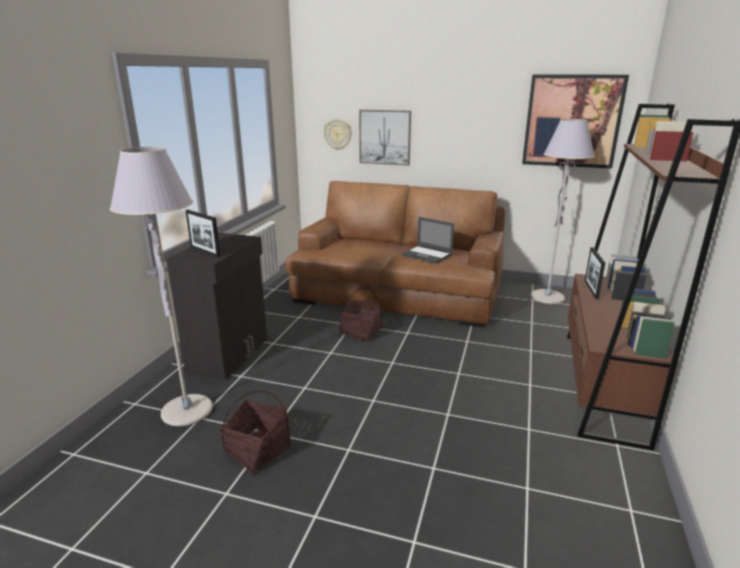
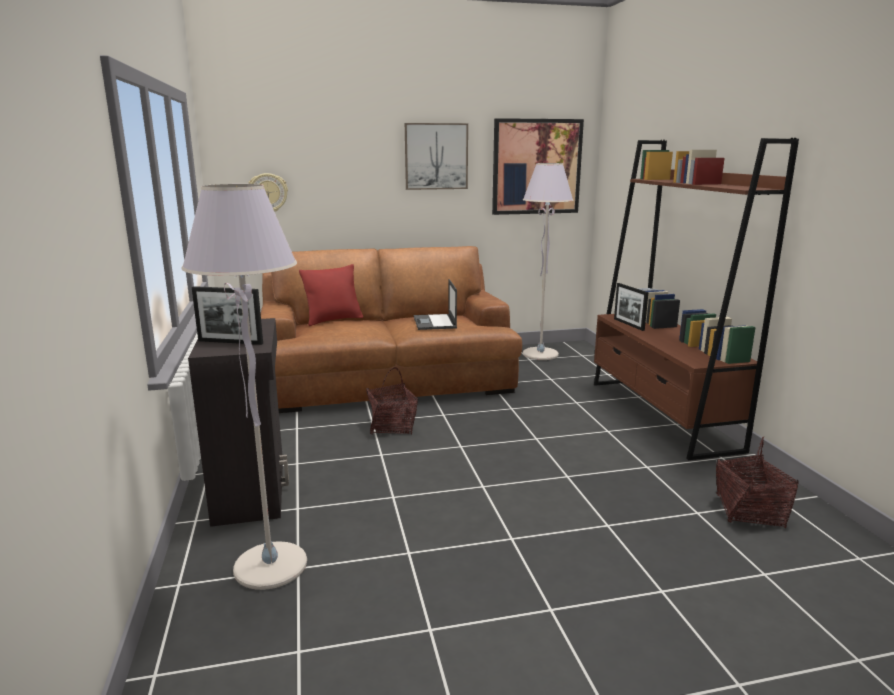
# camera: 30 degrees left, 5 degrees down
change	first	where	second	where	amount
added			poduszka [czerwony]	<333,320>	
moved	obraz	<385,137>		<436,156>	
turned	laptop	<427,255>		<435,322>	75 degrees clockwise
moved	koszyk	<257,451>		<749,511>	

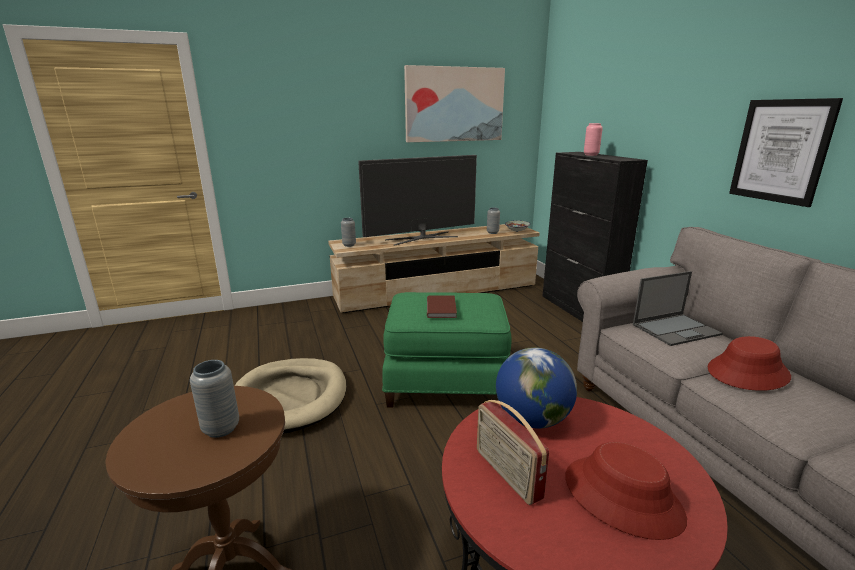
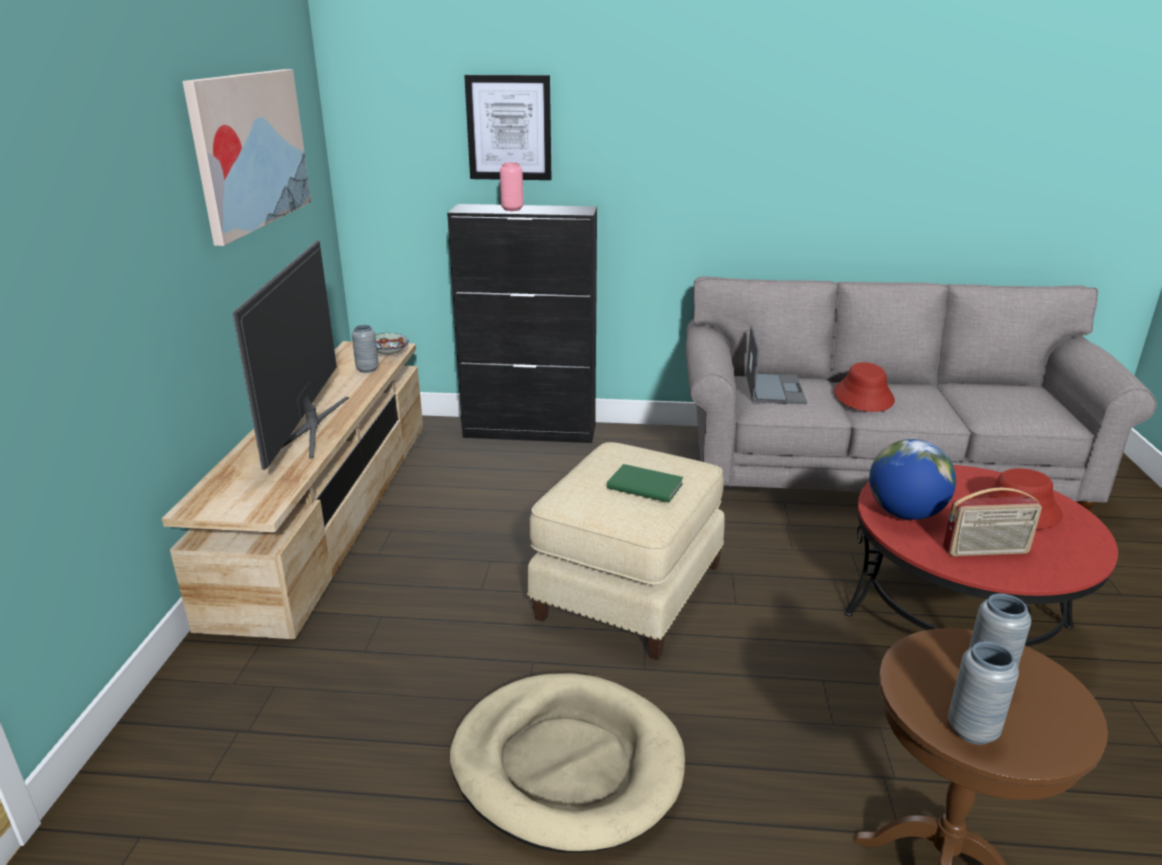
# camera: 65 degrees left, 5 degrees up
change	first	where	second	where	amount
moved	obraz	<780,151>		<509,128>	
recoloured	pufa [zielony]	<446,381>	pufa [beżowy]	<627,590>	
recoloured	książka [brązowy]	<442,308>	książka [zielony]	<644,485>	
moved	wazon [szary]	<349,245>		<972,730>	

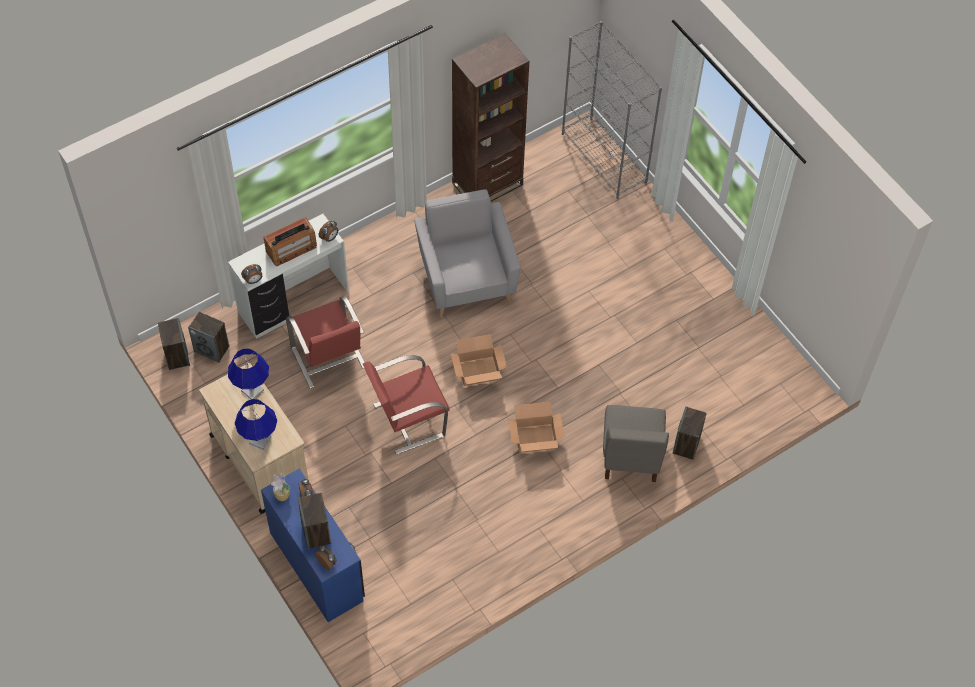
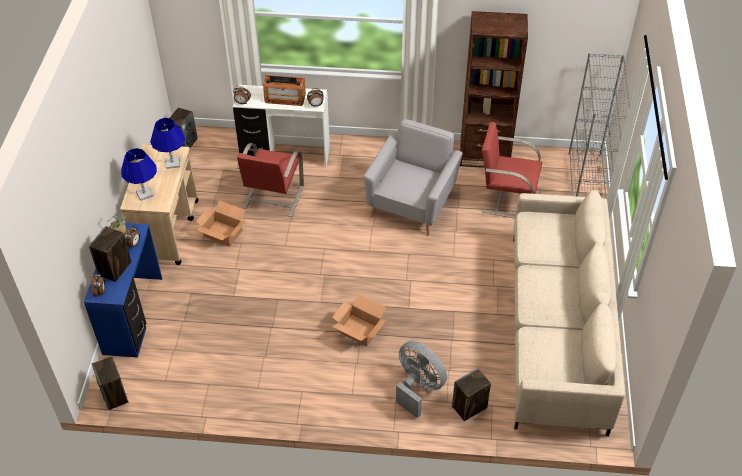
# camera: 40 degrees right, 10 degrees down
change	first	where	second	where	amount
moved	głośnik	<212,349>		<115,395>	
moved	karton	<477,370>		<222,233>	
replaced	krzesło [szary]	<631,455>	wentylator [szary]	<418,387>	
moved	krzesło [czerwony]	<407,420>		<506,198>	
added			kanapa [beżowy]	<556,330>	

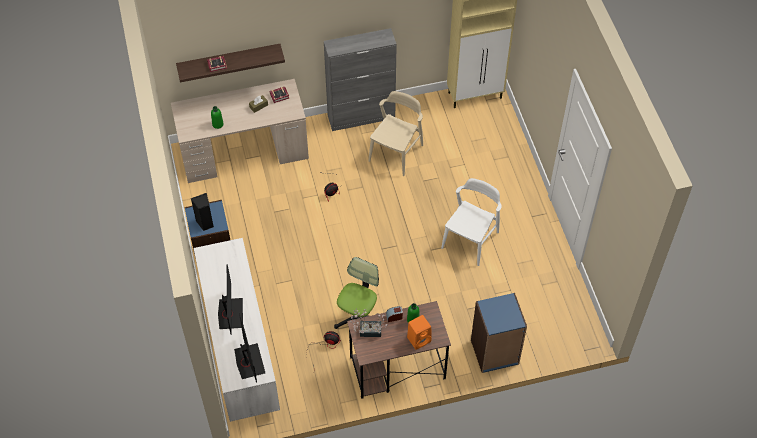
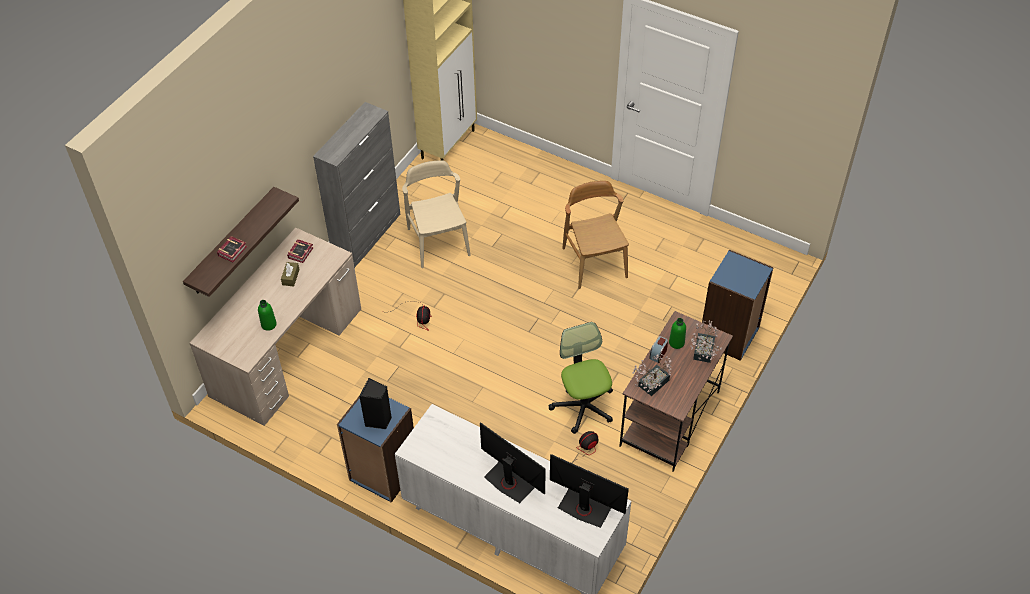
# camera: 45 degrees left, 5 degrees down
change	first	where	second	where	amount
recoloured	krzesło [biały]	<470,240>	krzesło [brązowy]	<594,262>	
replaced	głośnik [pomarańczowy]	<419,339>	roślina doniczkowa	<702,353>	

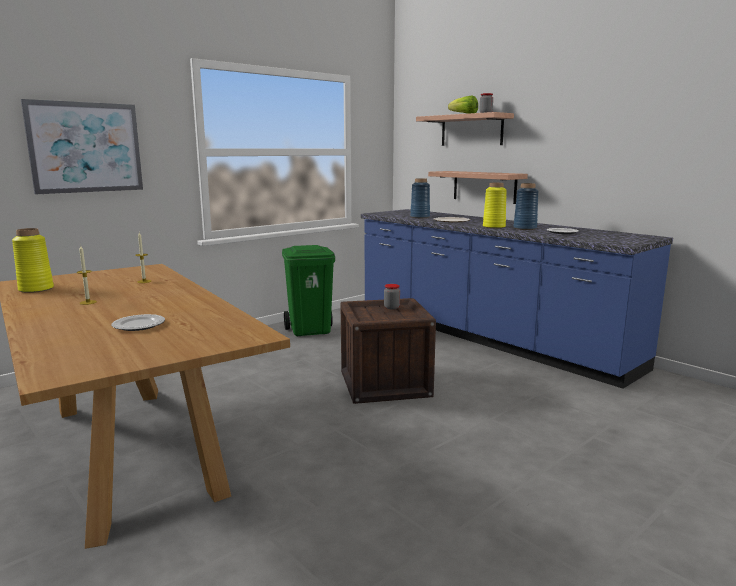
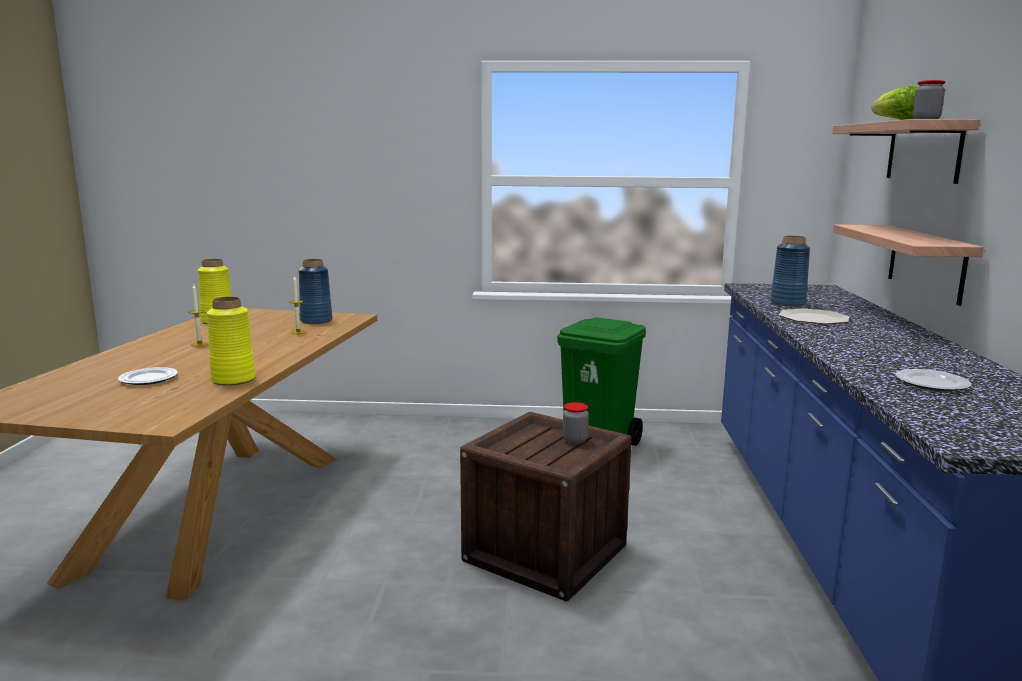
# camera: 45 degrees right, 0 degrees up
change	first	where	second	where	amount
moved	wazon [żółty]	<494,227>		<233,379>	
moved	wazon [niebieski]	<525,228>		<316,321>	
removed	obraz	<85,147>			

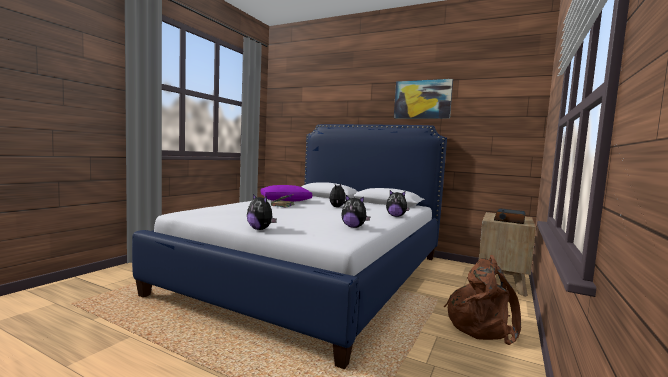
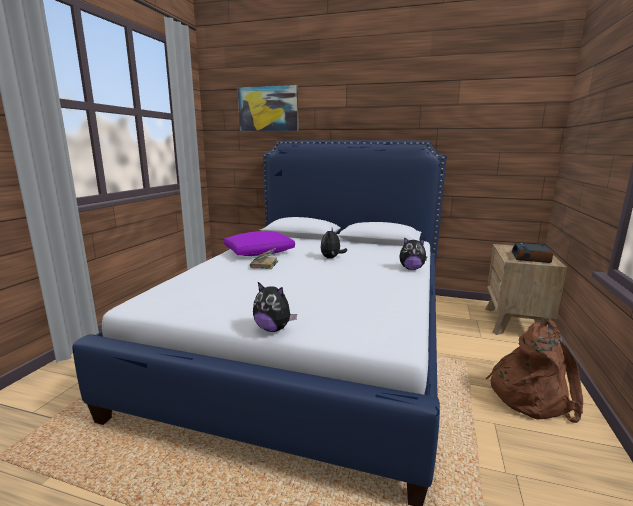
# camera: 10 degrees left, 10 degrees up
change	first	where	second	where	amount
moved	obraz	<422,99>		<268,109>	
removed	pluszak	<353,227>			

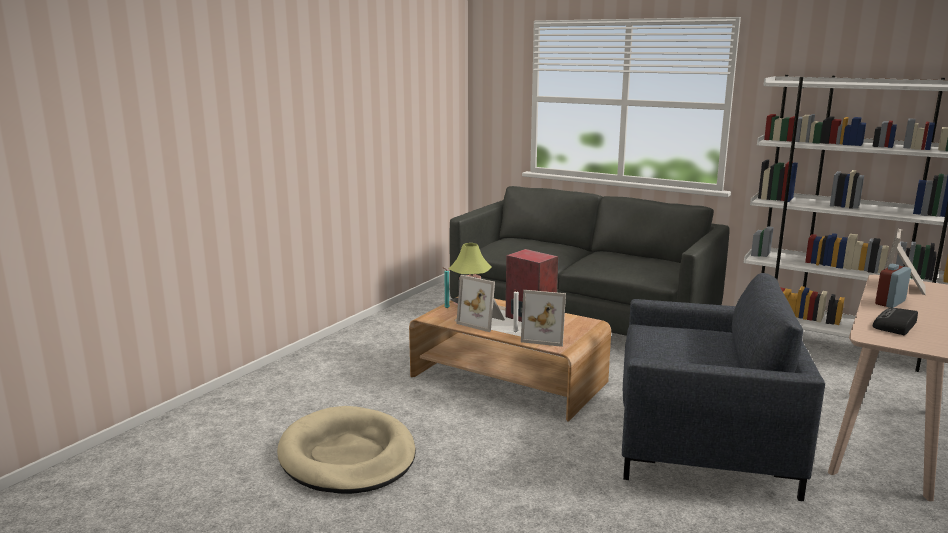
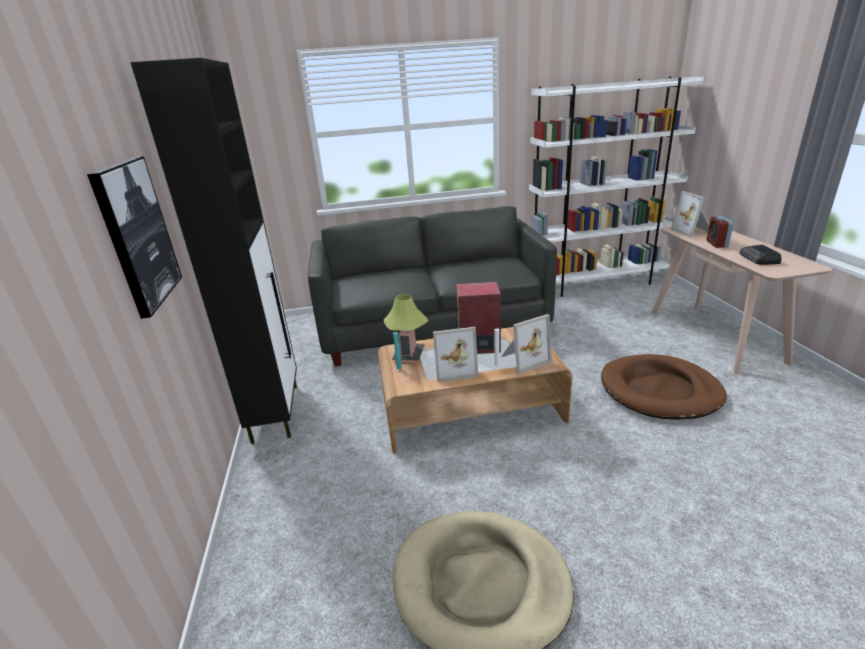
# camera: 40 degrees left, 10 degrees up
change	first	where	second	where	amount
added			obraz	<137,234>	
added			szafka [czarny]	<276,412>	
replaced	fotel [szary]	<704,444>	legowisko [brązowy]	<660,391>	

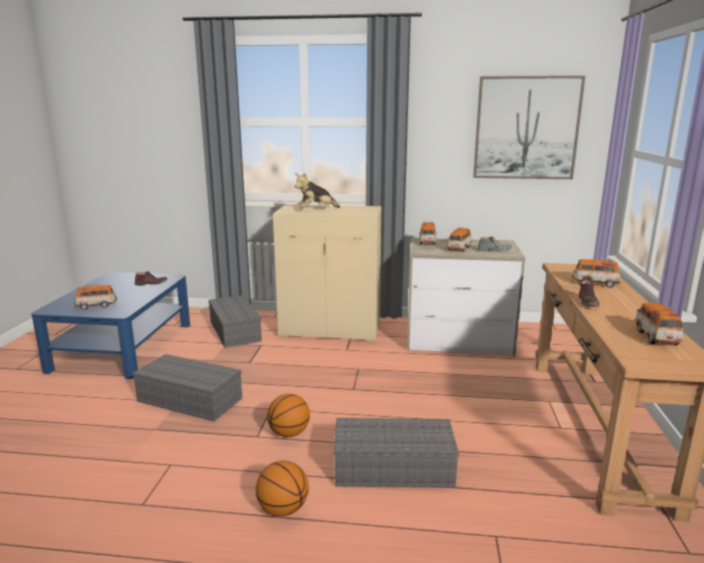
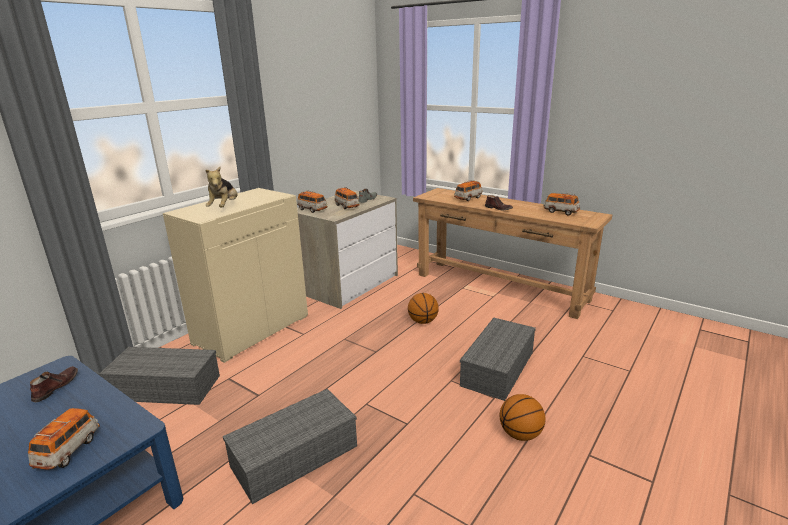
# camera: 60 degrees left, 5 degrees up
change	first	where	second	where	amount
moved	piłka do koszykówki	<289,433>		<423,321>	
removed	obraz	<526,128>			

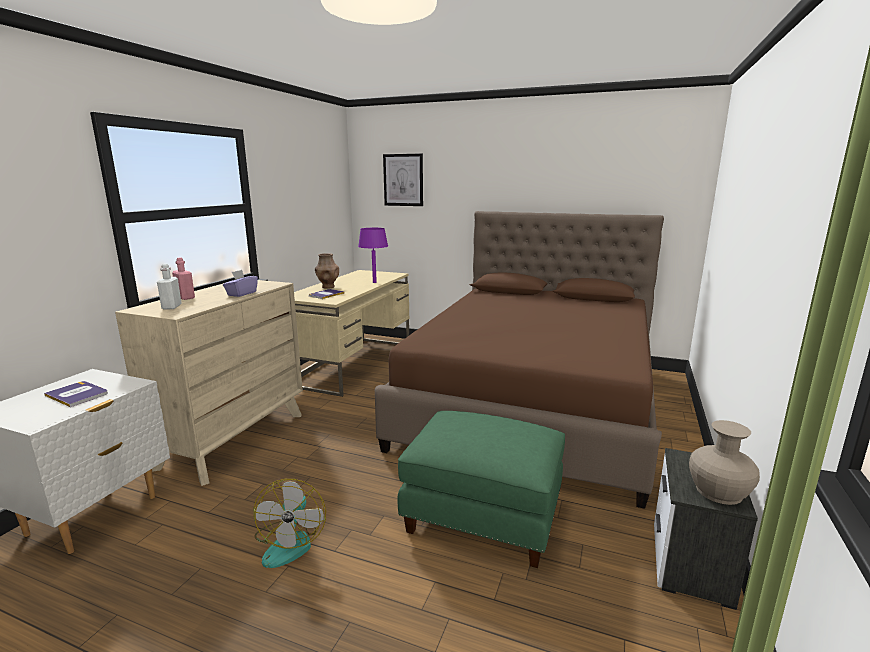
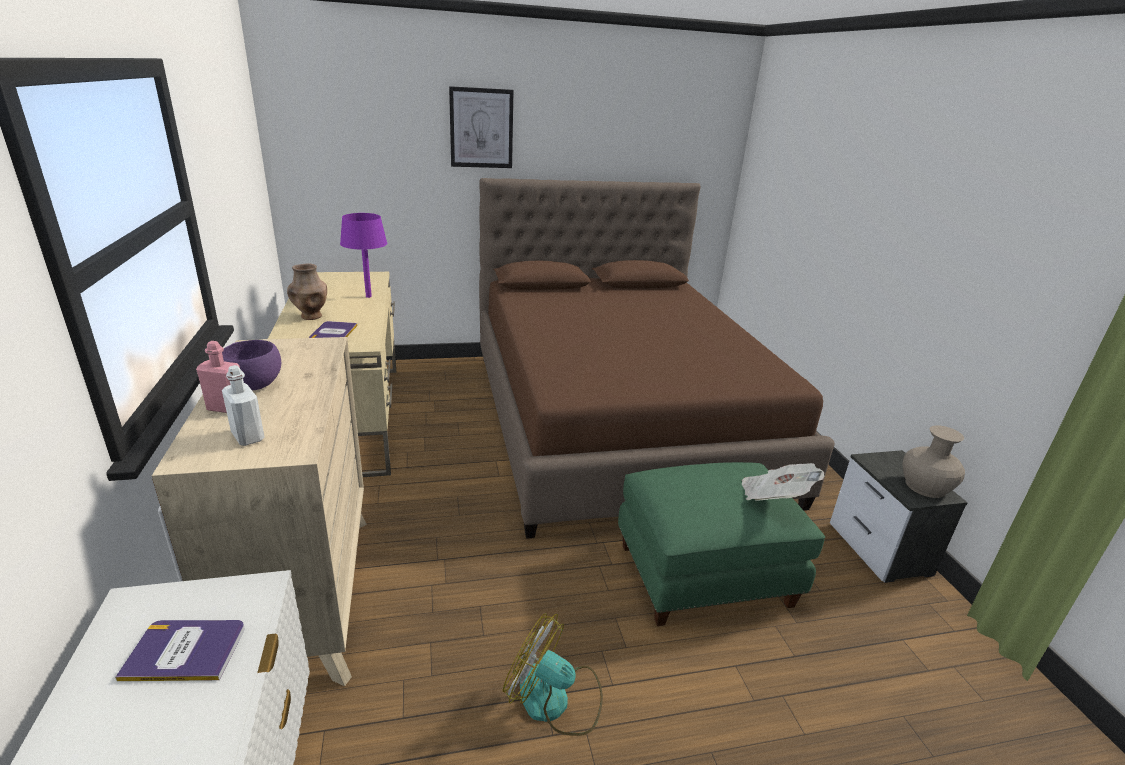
# camera: 35 degrees left, 10 degrees up
change	first	where	second	where	amount
added			miska [fioletowy]	<254,385>	
moved	obraz	<403,180>		<481,128>	
turned	wentylator	<290,542>		<555,700>	150 degrees clockwise
added			gazeta	<774,497>	
removed	pudełko chusteczek [fioletowy]	<241,294>			

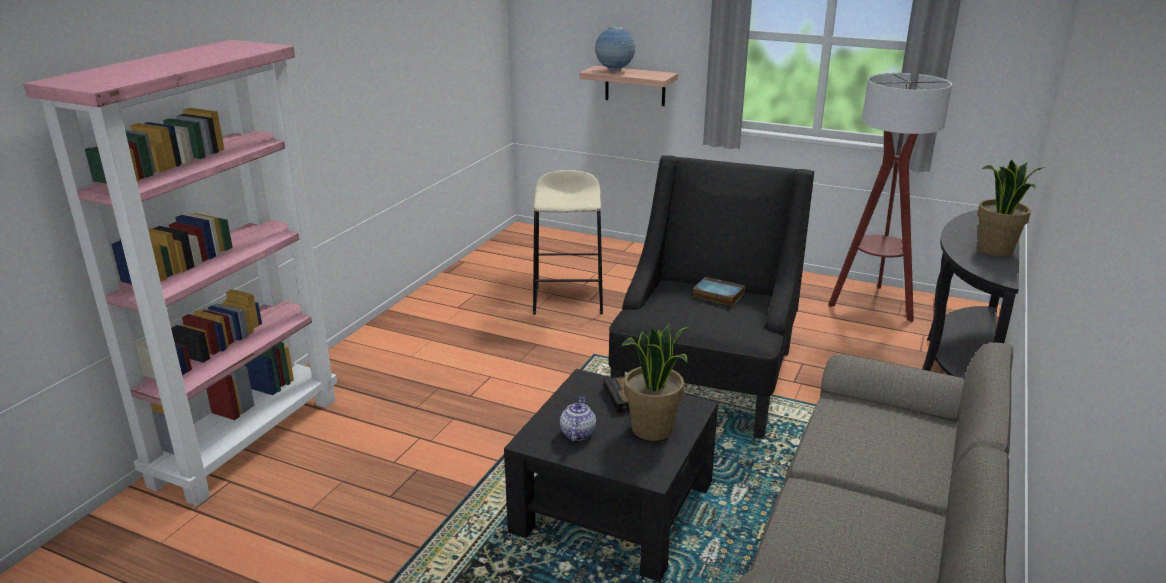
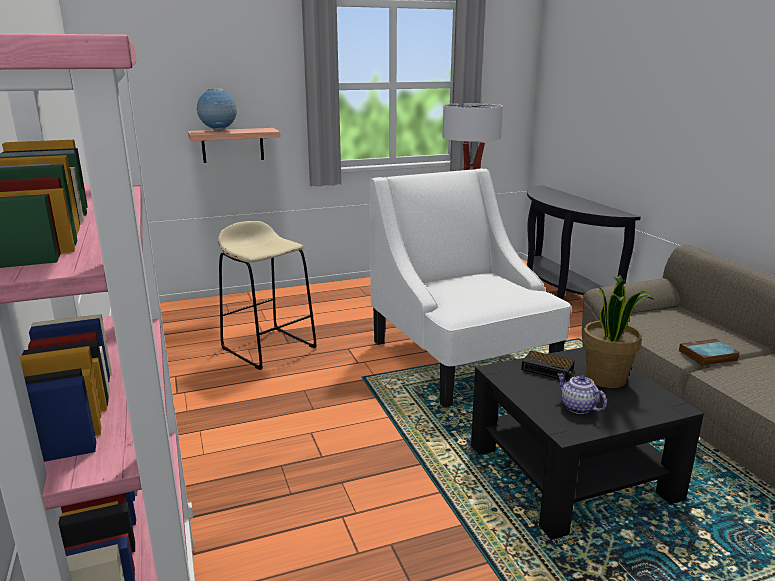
# camera: 45 degrees left, 5 degrees down
change	first	where	second	where	amount
recoloured	fotel [czarny]	<705,379>	fotel [biały]	<462,359>	
moved	książka	<717,295>		<707,356>	
removed	roślina doniczkowa	<995,250>			

